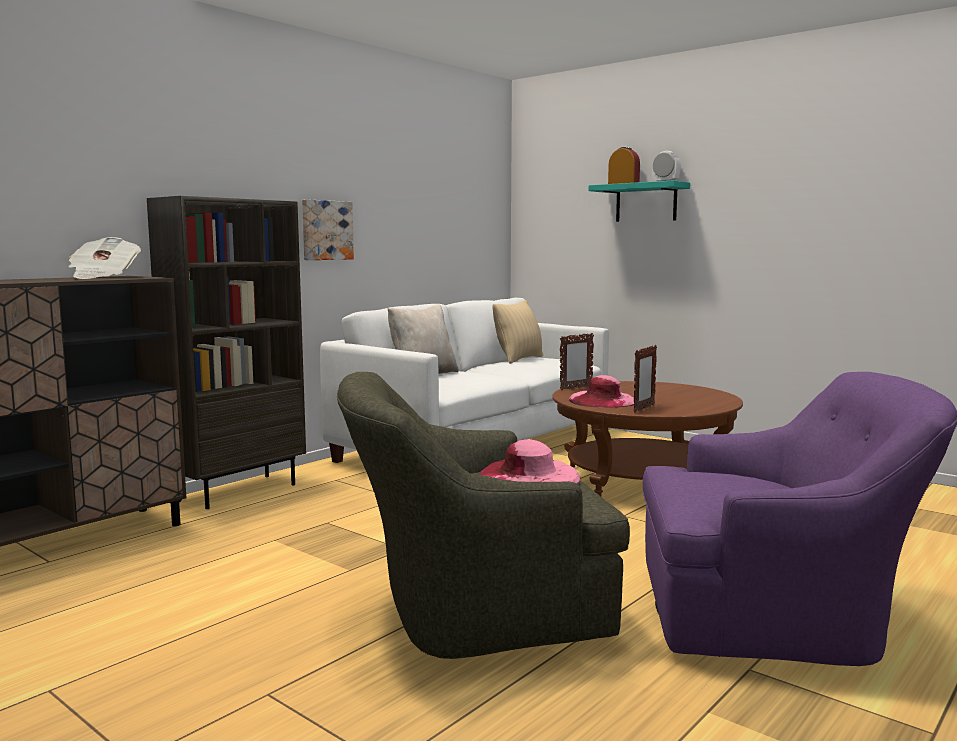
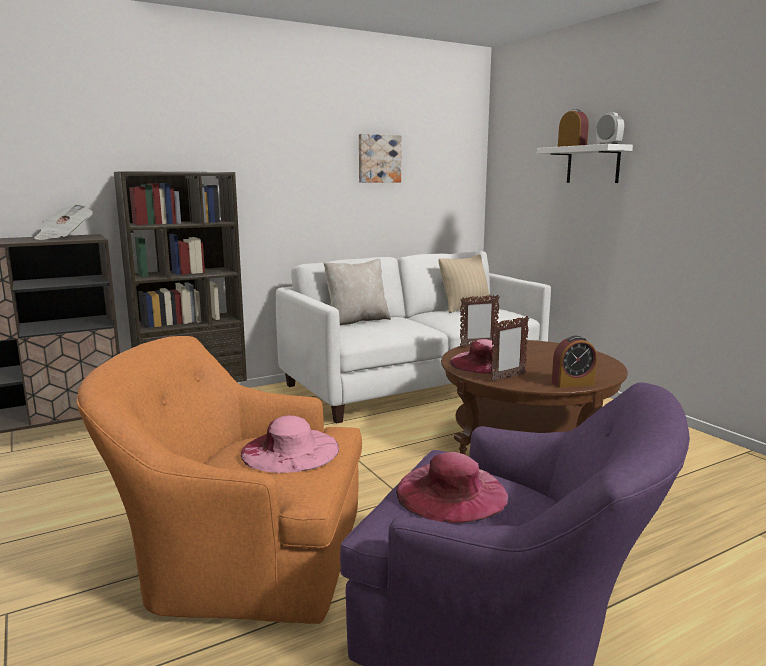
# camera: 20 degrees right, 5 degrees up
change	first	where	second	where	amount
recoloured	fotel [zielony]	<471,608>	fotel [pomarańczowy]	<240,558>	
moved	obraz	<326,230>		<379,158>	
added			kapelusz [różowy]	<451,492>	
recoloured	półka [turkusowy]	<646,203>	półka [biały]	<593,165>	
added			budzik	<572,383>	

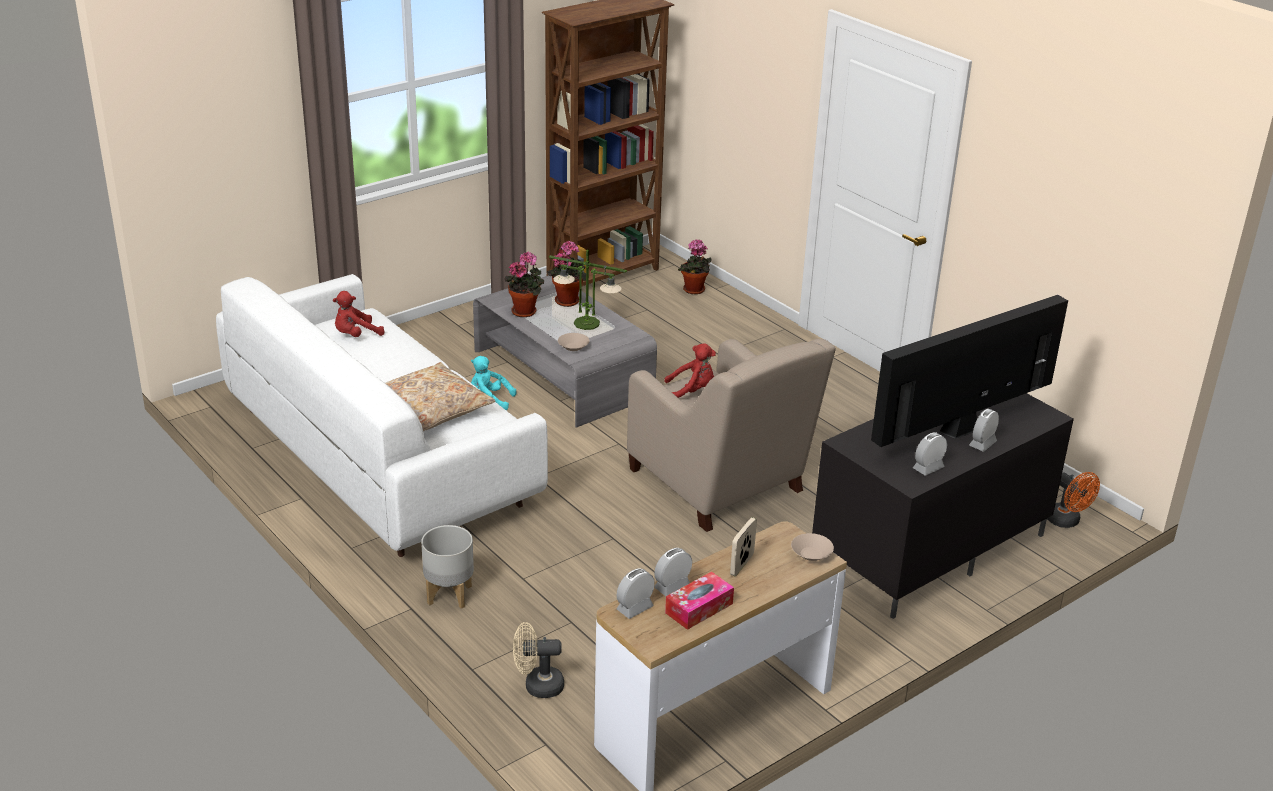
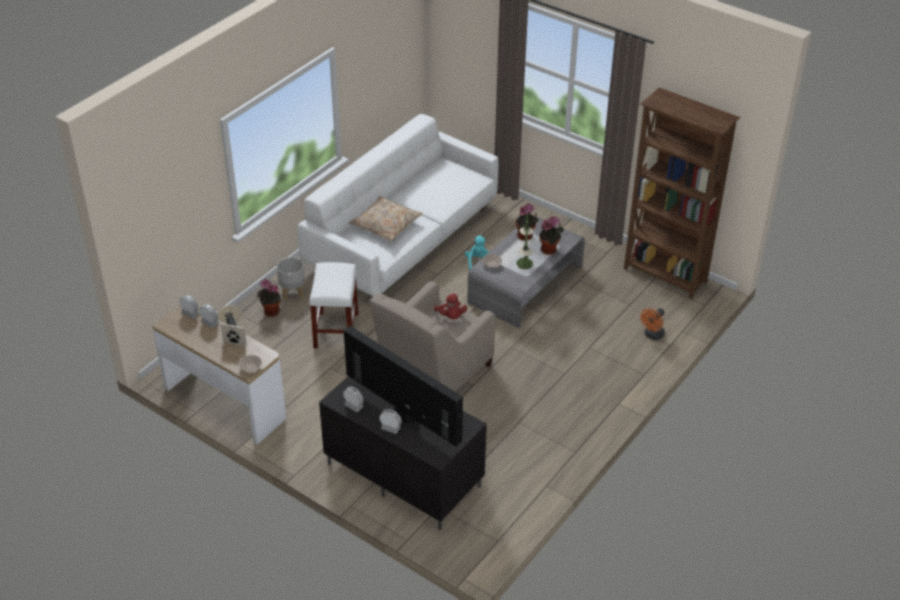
# camera: 75 degrees right, 10 degrees up
change	first	where	second	where	amount
moved	roślina doniczkowa	<694,291>		<270,312>	
added			stołek [biały]	<336,330>	
moved	wentylator [pomarańczowy]	<1067,521>		<652,335>	
removed	pluszak [czerwony]	<356,335>			
removed	pudełko chusteczek	<699,608>			

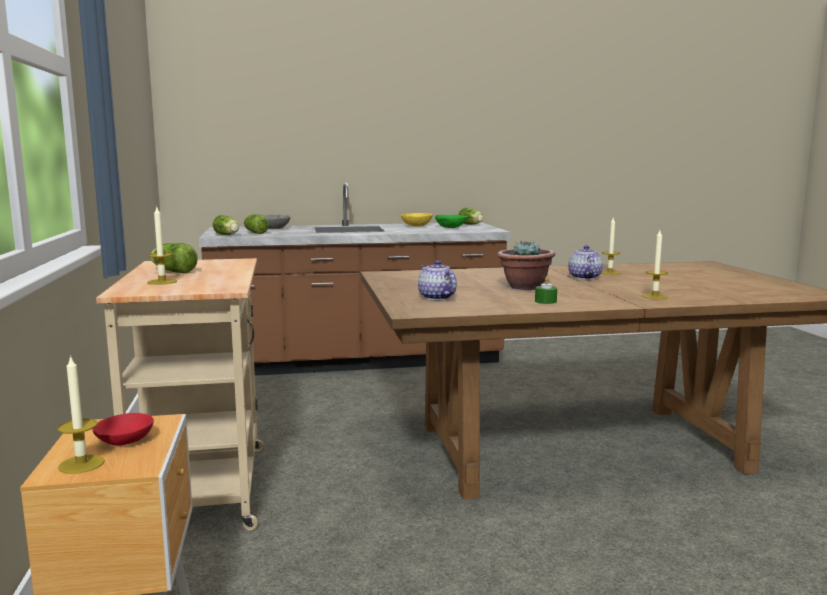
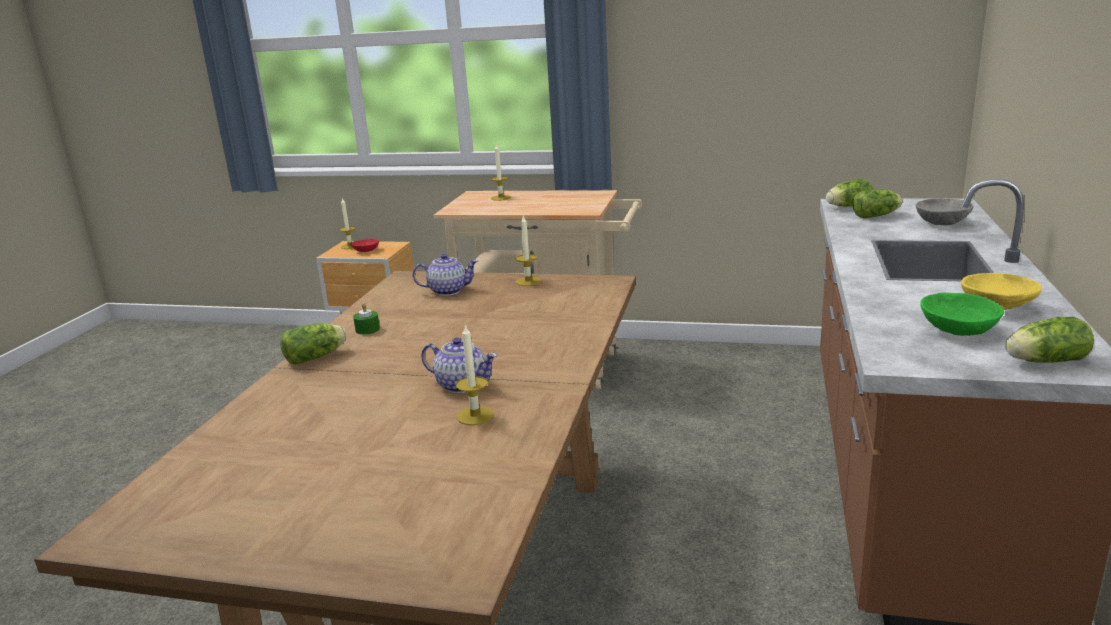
# camera: 115 degrees right, 10 degrees up
change	first	where	second	where	amount
moved	sałata	<172,271>		<317,357>	
moved	świeca	<655,296>		<528,281>	
removed	roślina doniczkowa	<524,287>			

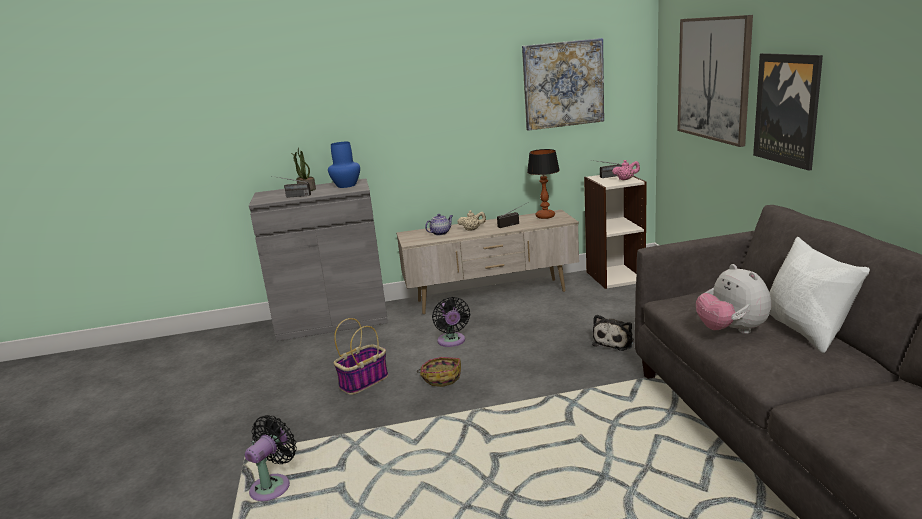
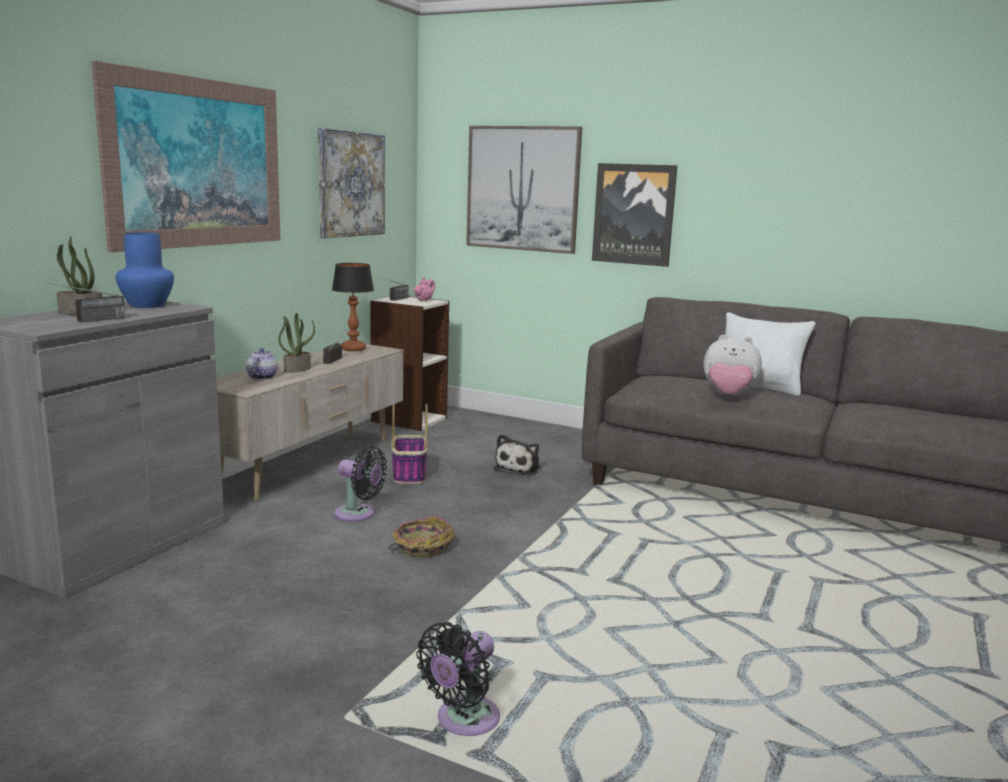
# camera: 55 degrees left, 5 degrees down
change	first	where	second	where	amount
added			obraz	<198,163>	
replaced	imbryk [beżowy]	<472,229>	roślina doniczkowa	<297,369>	
moved	koszyk	<364,381>		<409,474>	
turned	wentylator [czarny]	<273,485>		<463,721>	120 degrees counterclockwise
turned	pluszak	<614,342>		<519,468>	45 degrees clockwise

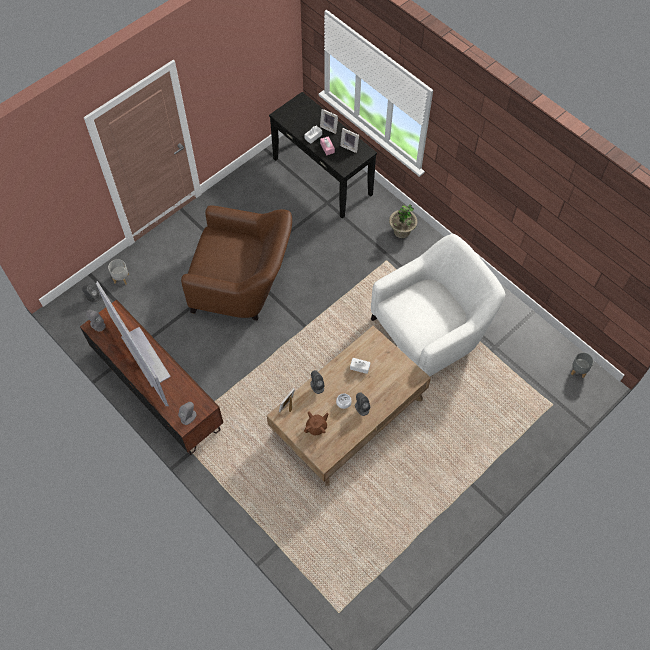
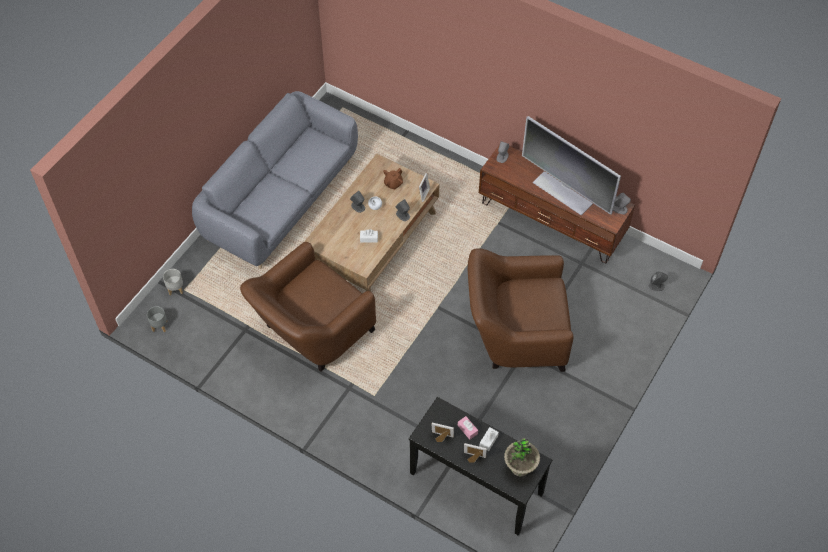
# camera: 165 degrees right, 5 degrees down
change	first	where	second	where	amount
moved	donica [szary]	<121,278>		<176,289>	
added			kanapa [szary]	<280,200>	
recoloured	fotel [biały]	<431,330>	fotel [brązowy]	<311,332>	
moved	roślina doniczkowa	<401,231>		<520,466>	

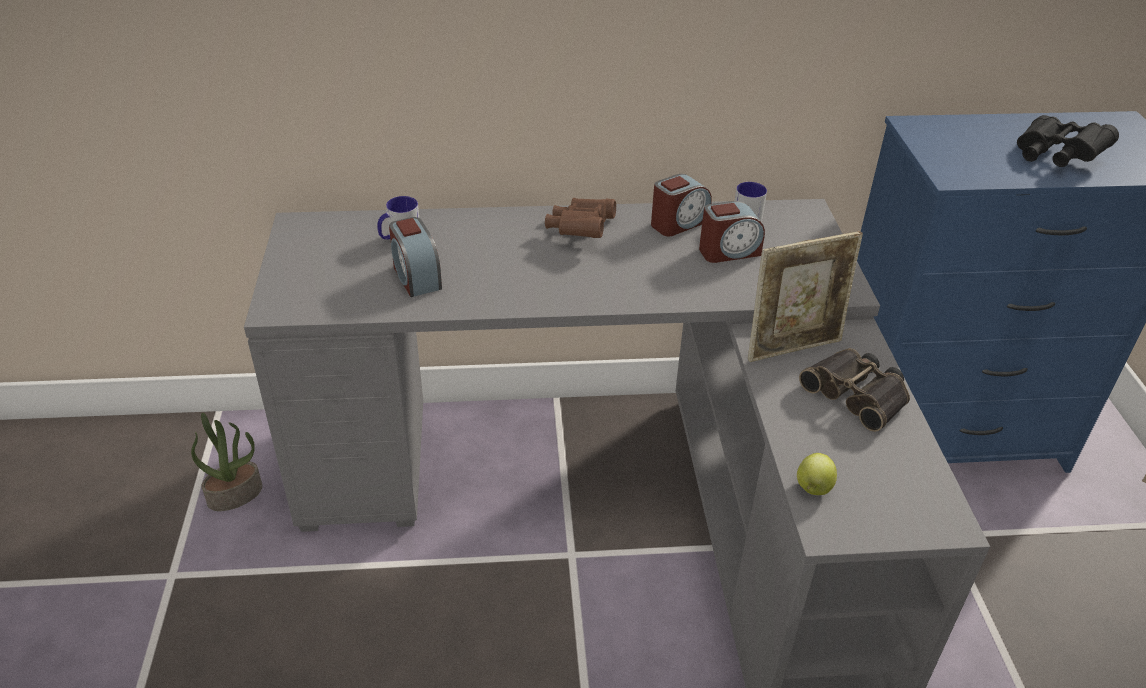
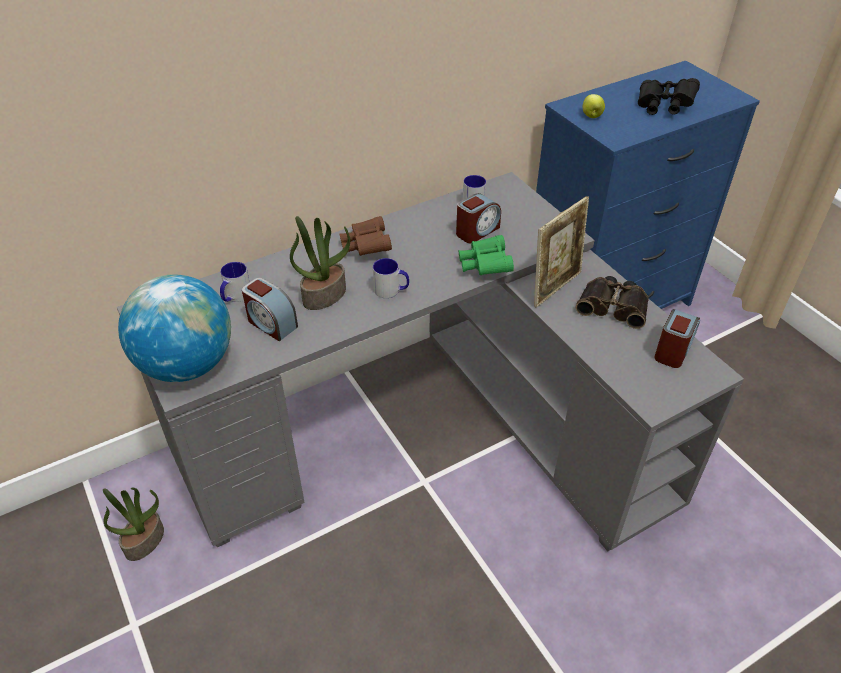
# camera: 25 degrees left, 5 degrees up
change	first	where	second	where	amount
added			globus	<187,364>	
added			roślina doniczkowa	<324,295>	
added			kubek	<391,290>	
added			lornetka [zielony]	<485,266>	
moved	jabłko	<813,488>		<591,116>	
moved	budzik	<678,223>		<673,350>	

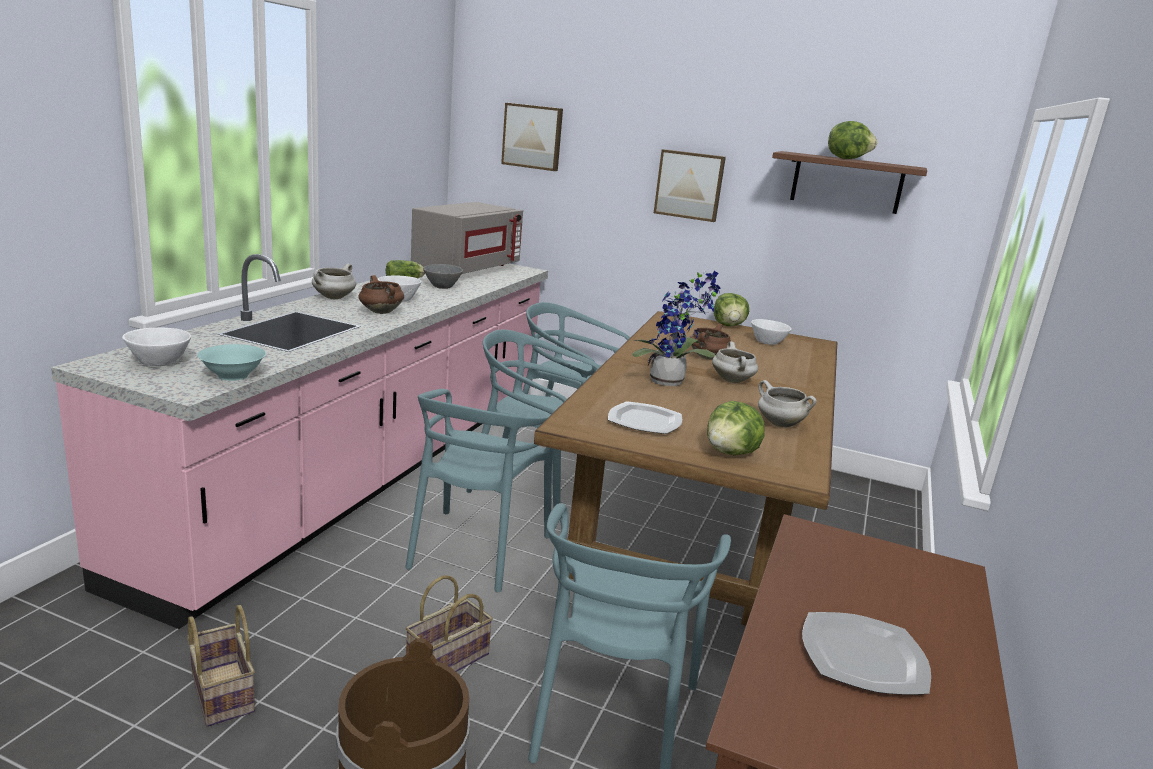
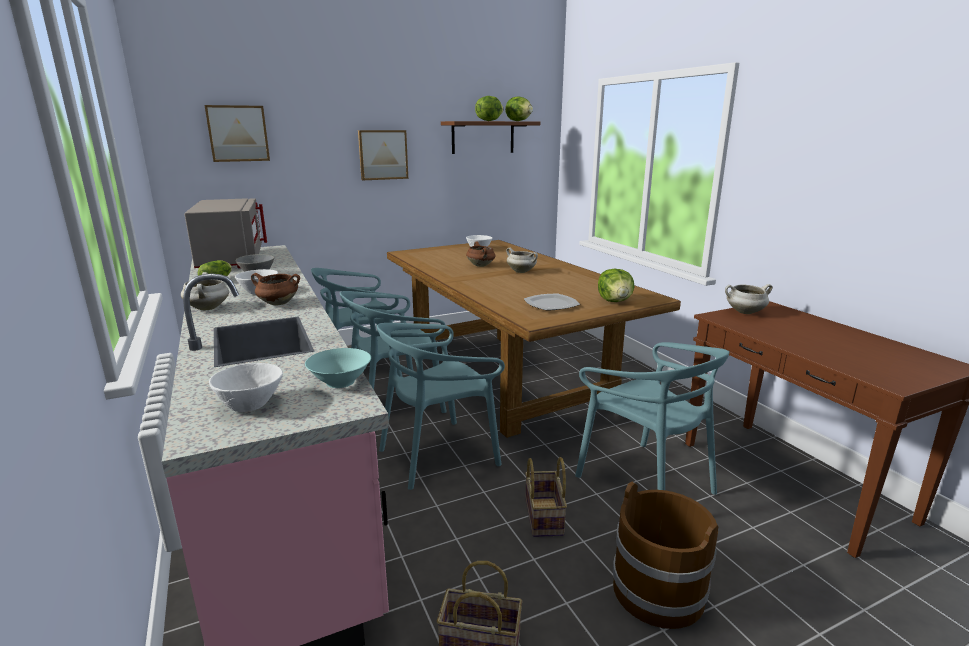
# camera: 45 degrees left, 0 degrees up
change	first	where	second	where	amount
turned	krzesło [turkusowy]	<476,549>		<438,455>	90 degrees clockwise
moved	sałata	<729,326>		<519,121>	
moved	garnek [biały]	<779,424>		<744,312>	
removed	roślina doniczkowa	<671,382>			
removed	talerz	<864,657>			

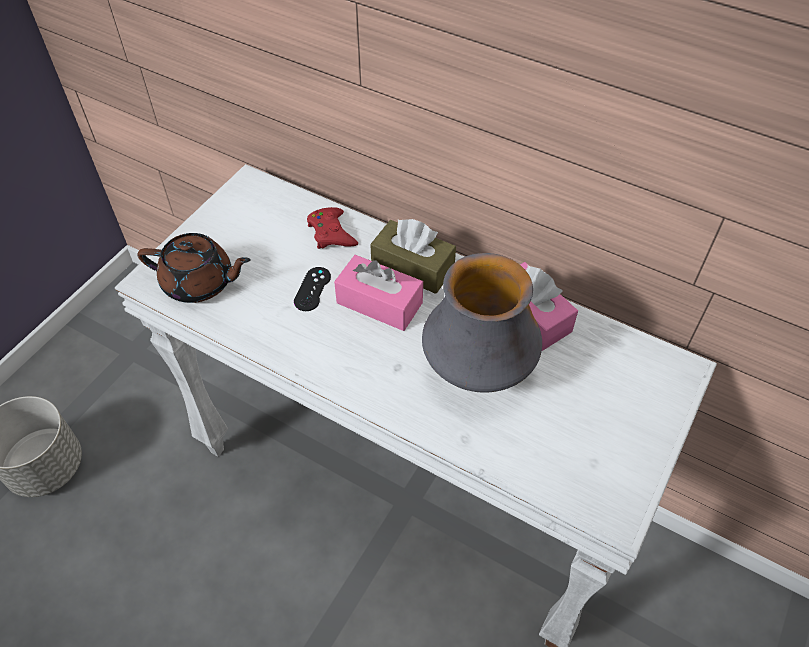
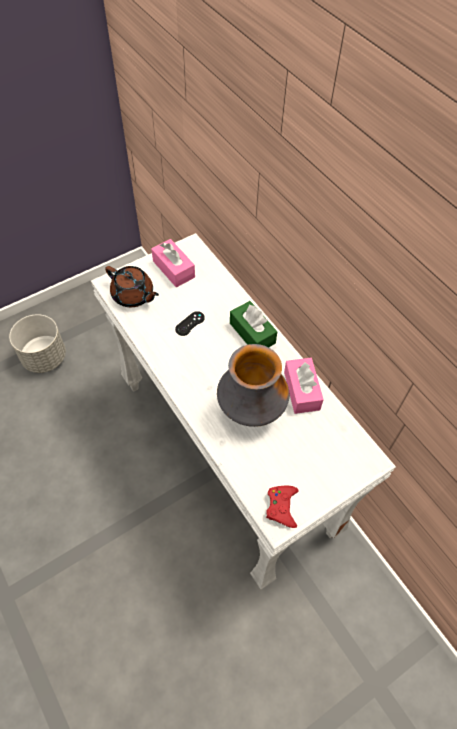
# camera: 25 degrees right, 5 degrees up
change	first	where	second	where	amount
moved	pudełko chusteczek [różowy]	<379,303>		<173,269>	
recoloured	pudełko chusteczek [brązowy]	<412,267>	pudełko chusteczek [zielony]	<252,333>	
moved	pad do gier [czerwony]	<331,233>		<281,507>	

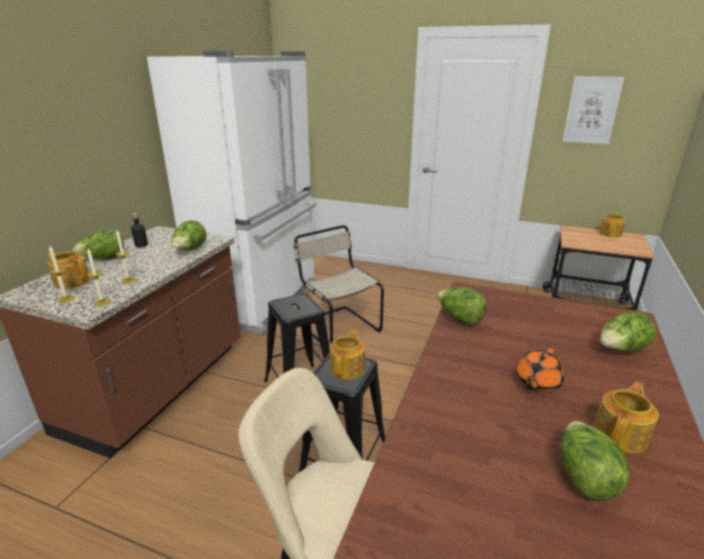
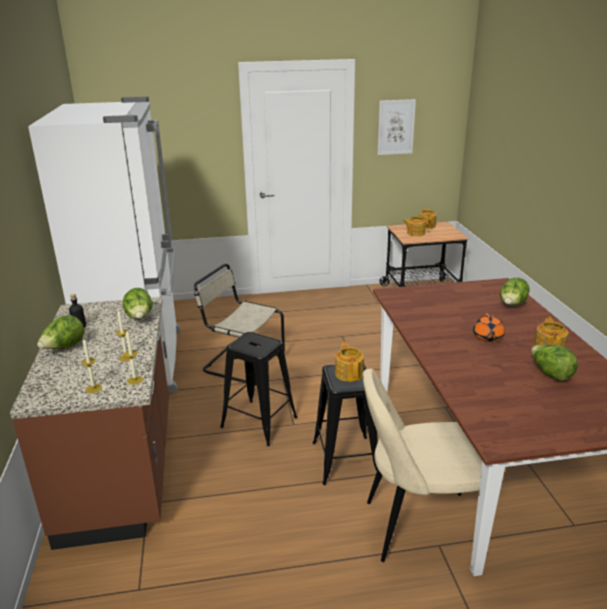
# camera: 30 degrees left, 0 degrees up
change	first	where	second	where	amount
moved	imbryk	<72,281>		<415,233>	
removed	sałata	<459,319>			

